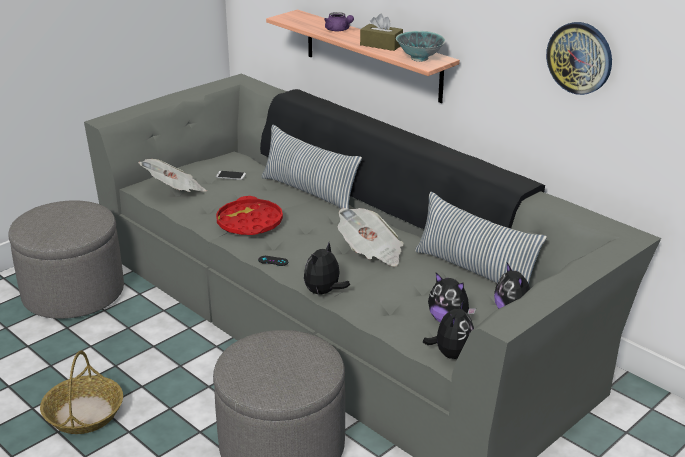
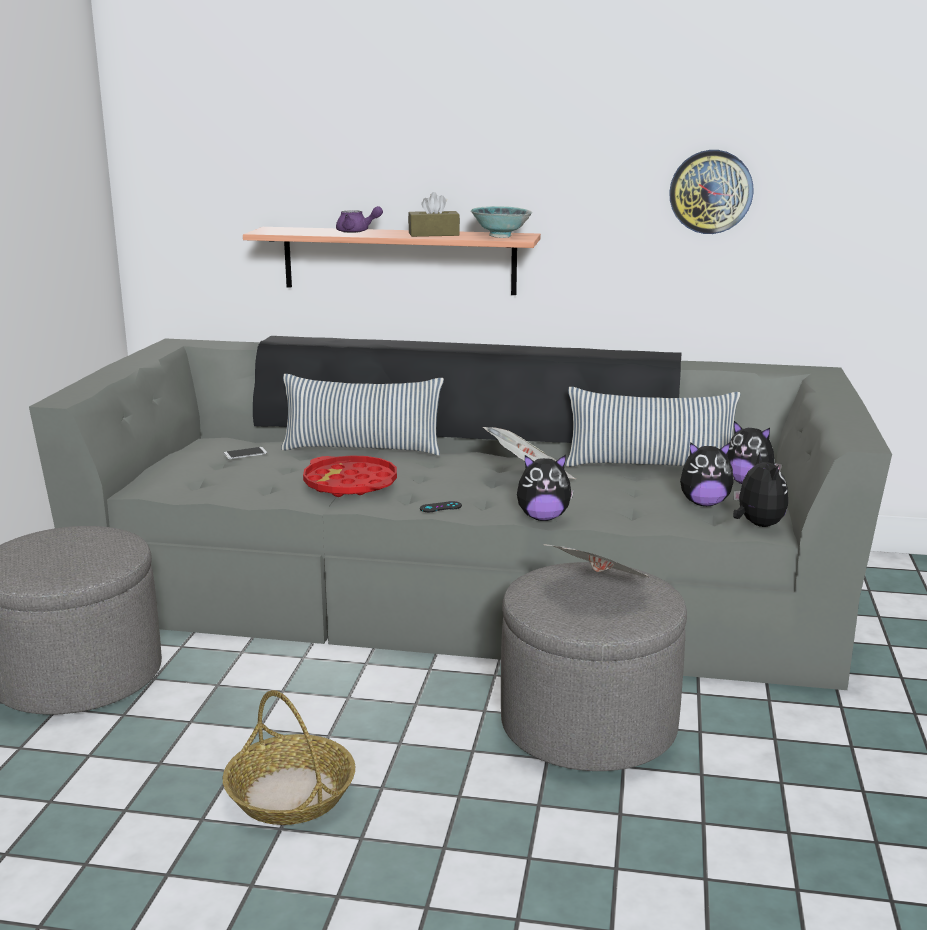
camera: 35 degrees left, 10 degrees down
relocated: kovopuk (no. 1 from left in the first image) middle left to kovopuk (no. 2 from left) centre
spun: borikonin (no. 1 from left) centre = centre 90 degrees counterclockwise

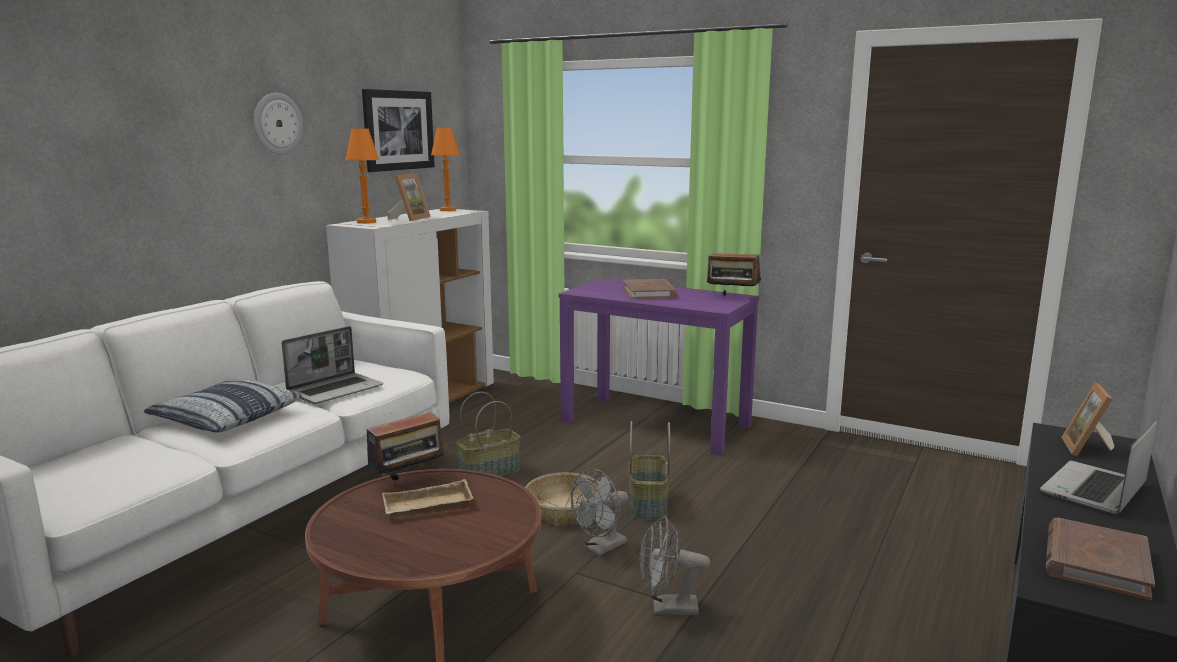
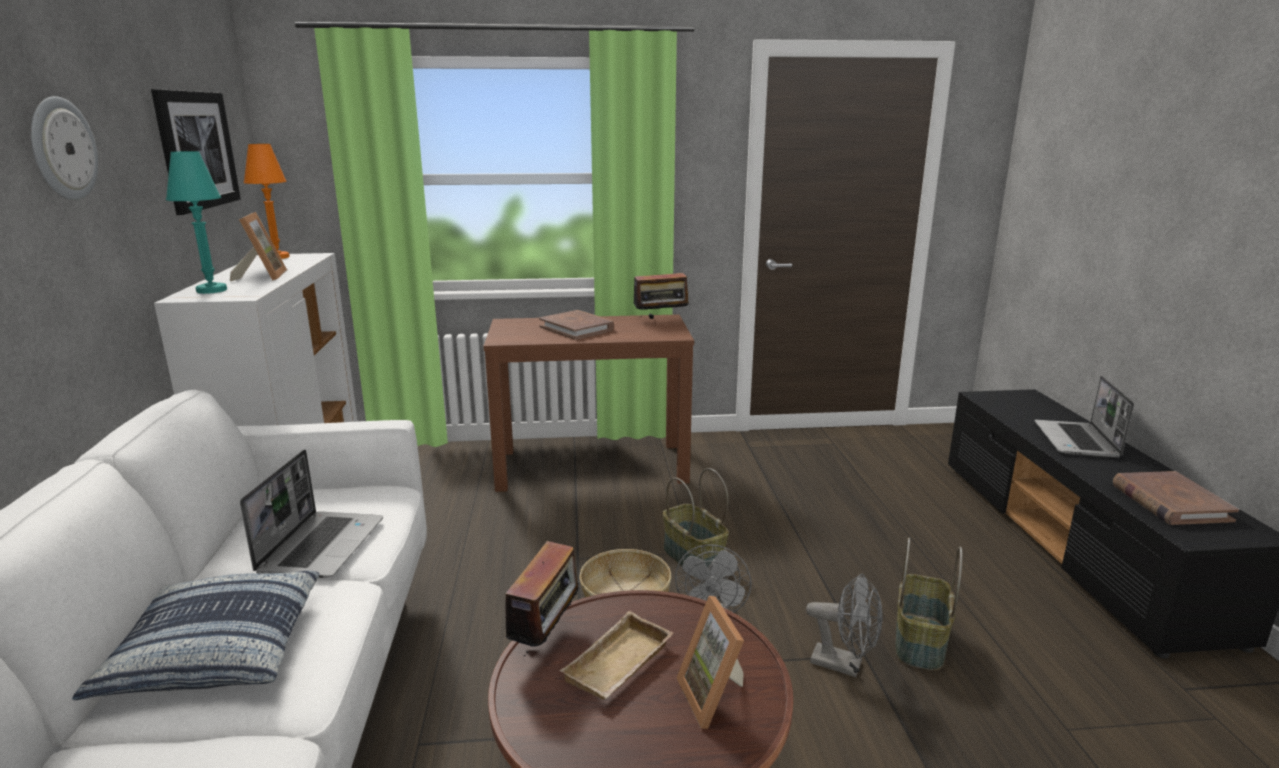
camera: 35 degrees left, 5 degrees up
relocated: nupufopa (no. 2 from left) middle right to bottom centre; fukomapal (no. 1 from left in the first image) centre to fukomapal (no. 3 from left) bottom right
colour: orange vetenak (no. 1 from left) top left to turquoise vetenak top left; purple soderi centre to brown soderi centre
spun: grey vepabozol (no. 2 from left) bottom centre = bottom centre 120 degrees counterclockwise

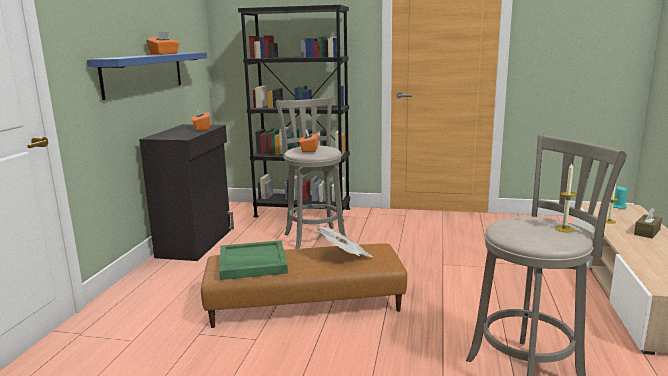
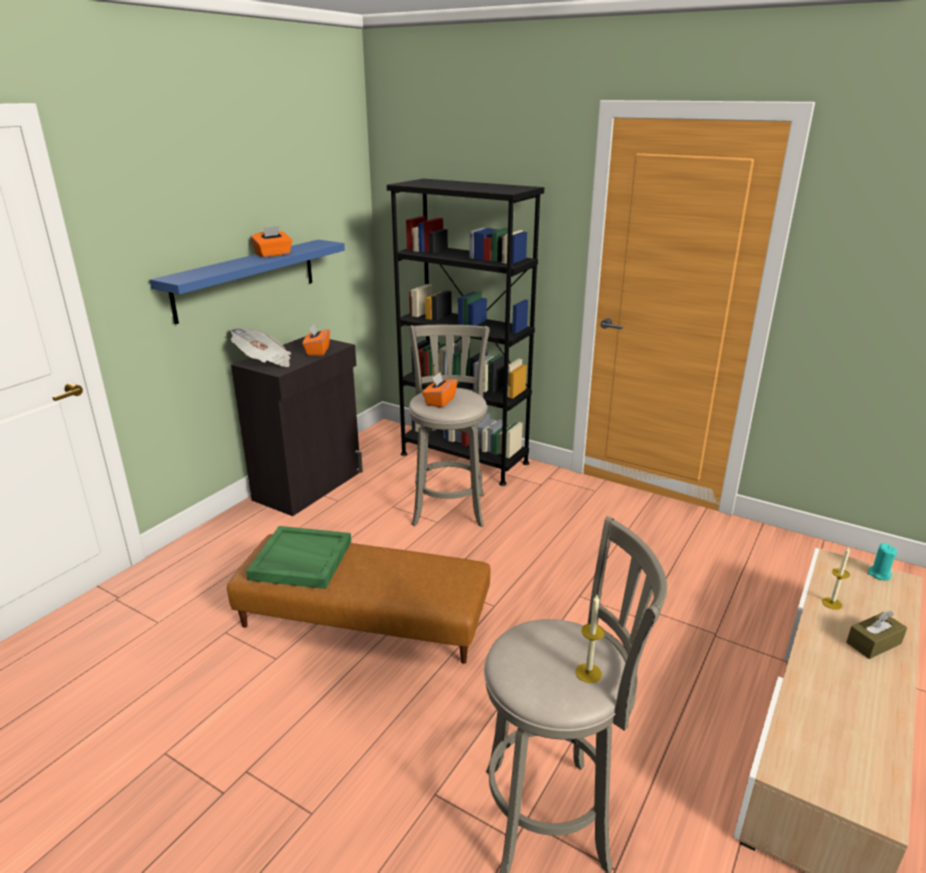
camera: 20 degrees right, 10 degrees up
relocated: kovopuk centre to middle left

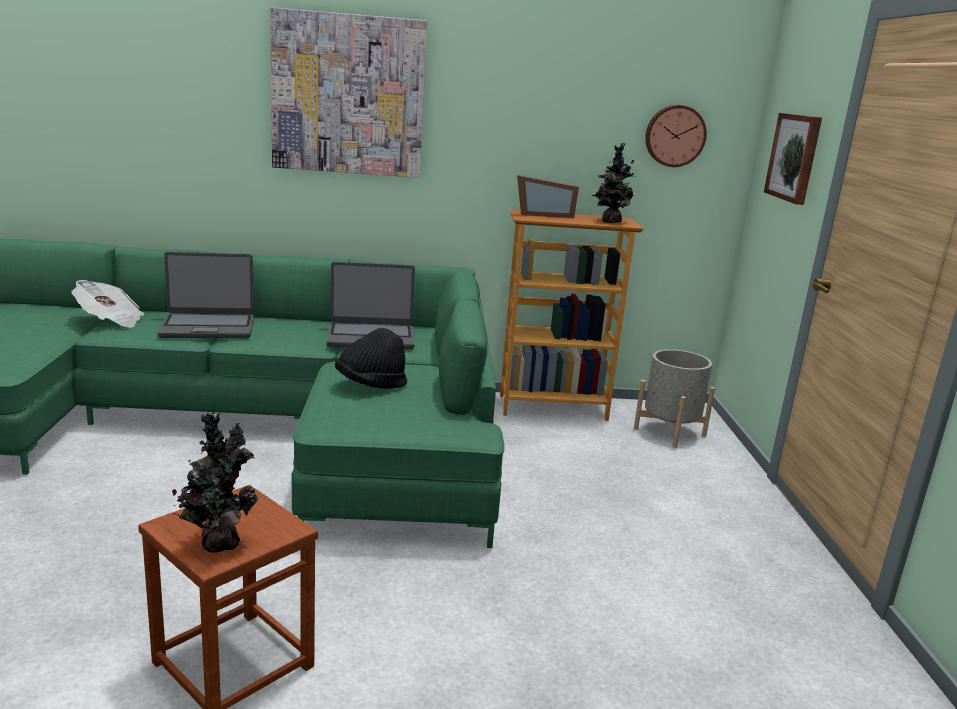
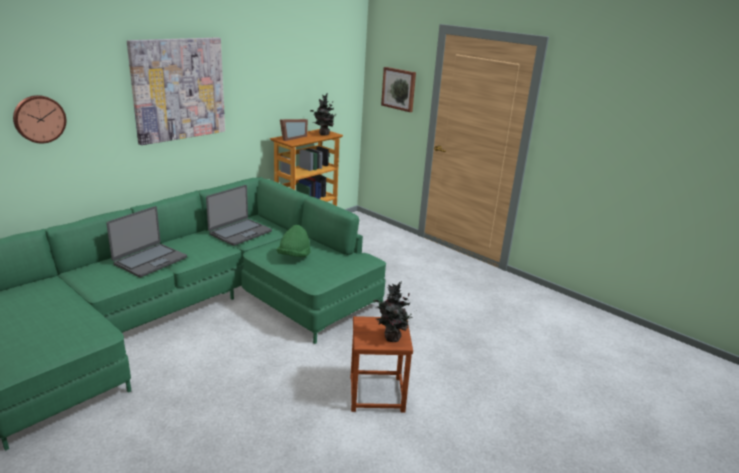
camera: 45 degrees left, 5 degrees up
missing: kovopuk middle left; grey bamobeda middle right
relocated: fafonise top right to top left
colour: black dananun centre to green dananun centre

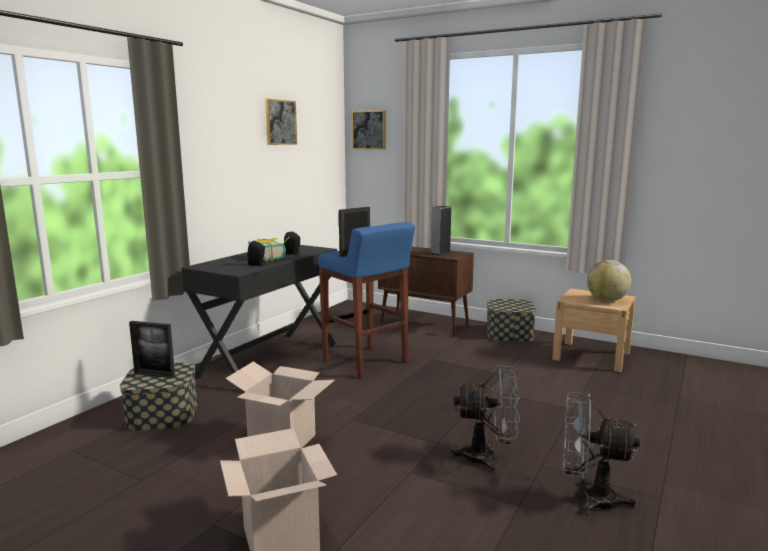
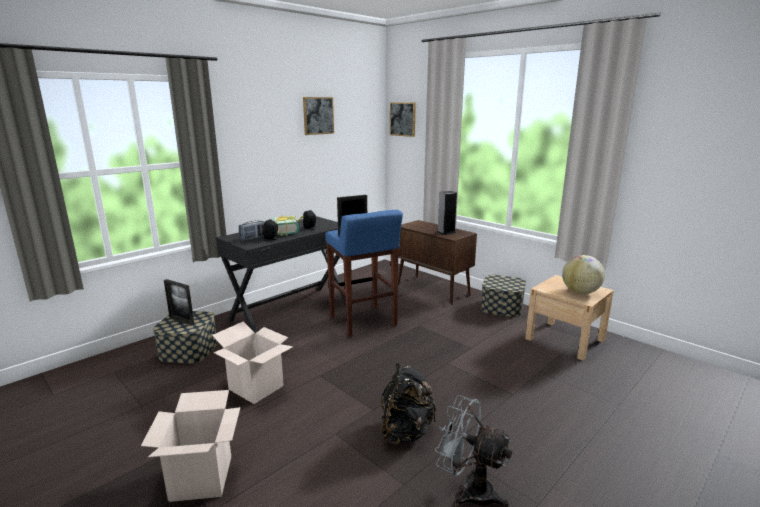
camera: 15 degrees right, 5 degrees up
appeared: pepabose middle left
exchanged: grey vepabozol (no. 1 from left) bottom centre to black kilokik bottom centre

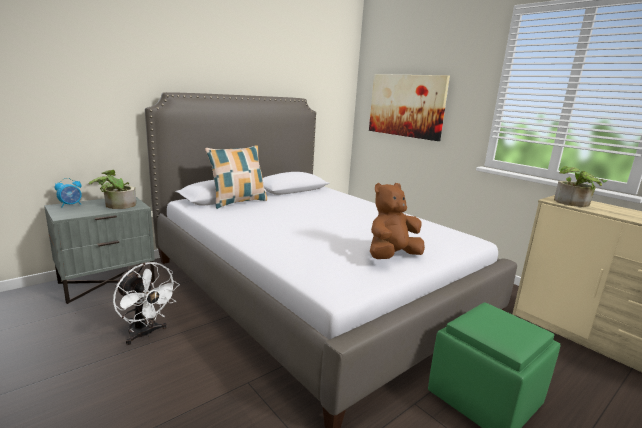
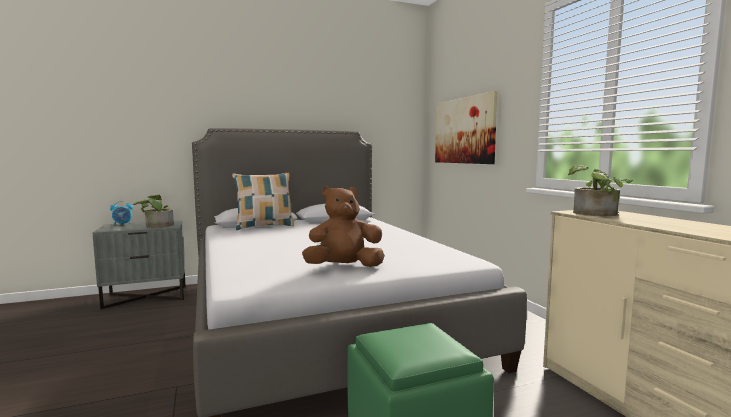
camera: 20 degrees right, 10 degrees down
missing: white vepabozol bottom left

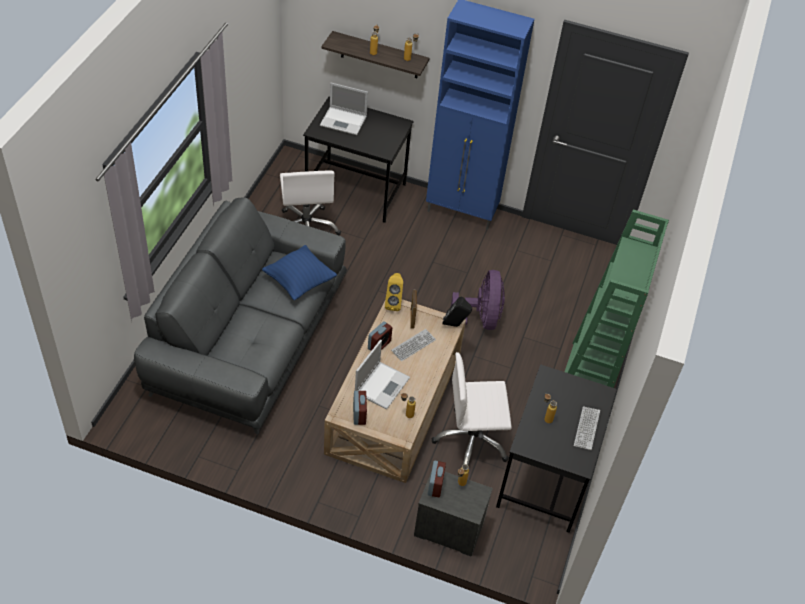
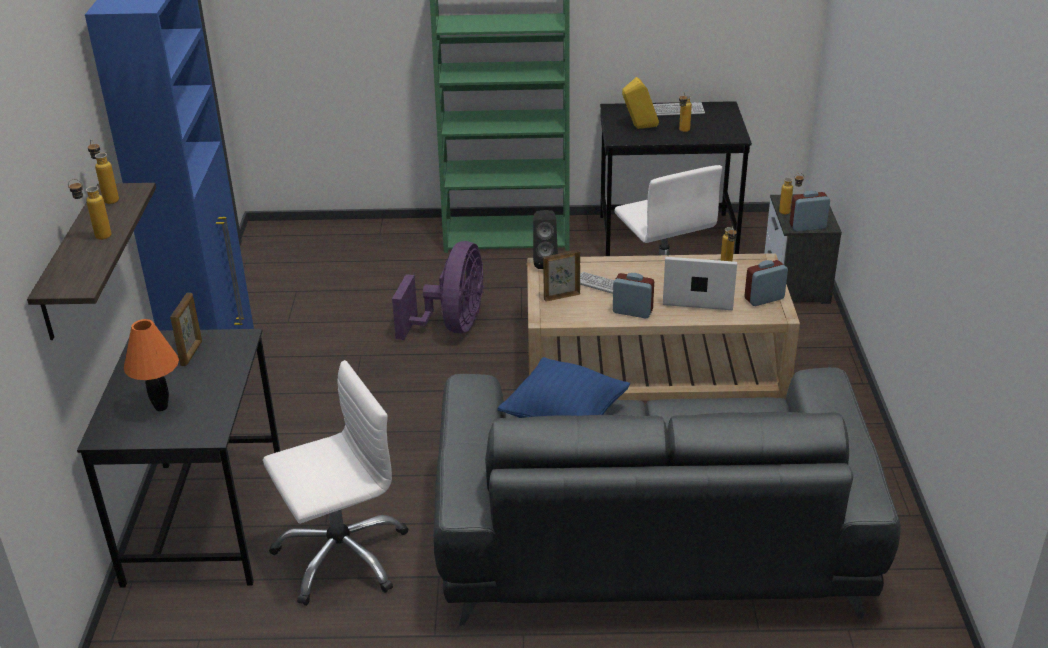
camera: 105 degrees left, 15 degrees down
appeared: nupufopa (no. 1 from left) middle left
relocated: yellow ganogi centre to top centre
exchanged: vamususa (no. 1 from left) top centre to orange vetenak middle left
spun: purple vepabozol centre = centre 120 degrees clockwise

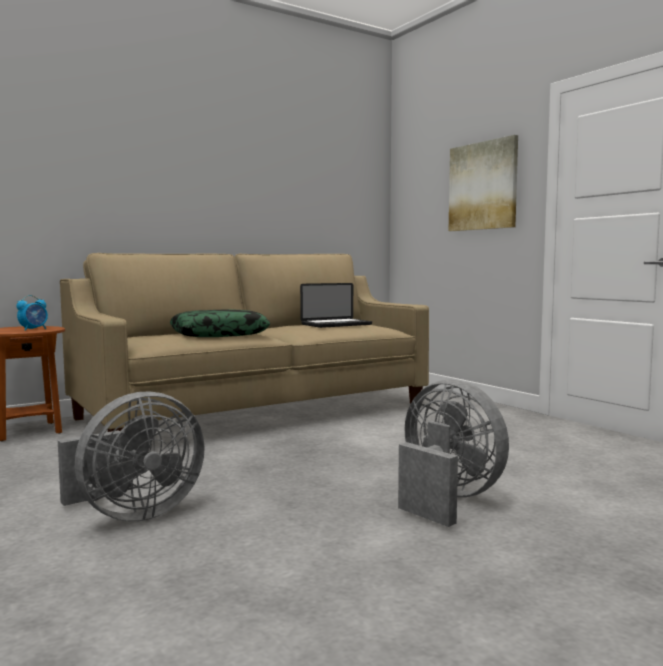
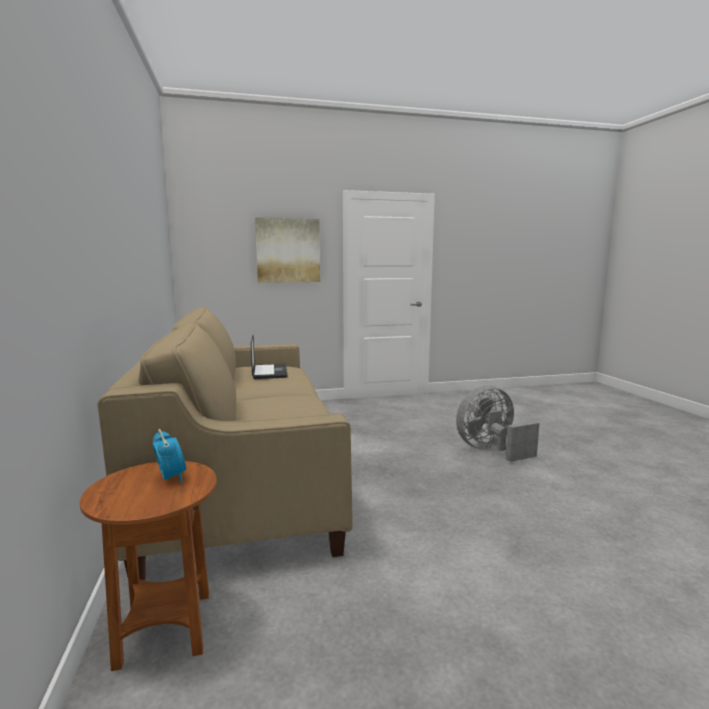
camera: 70 degrees left, 5 degrees up
missing: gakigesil middle left; grey vepabozol (no. 1 from left) bottom left

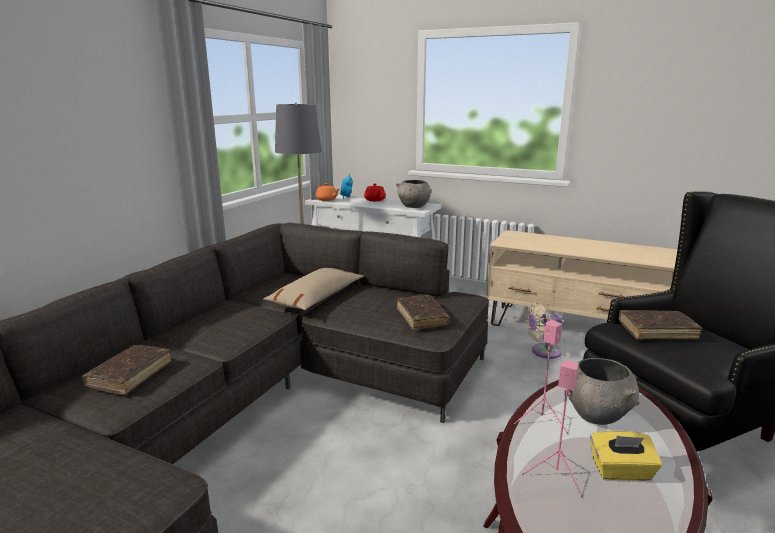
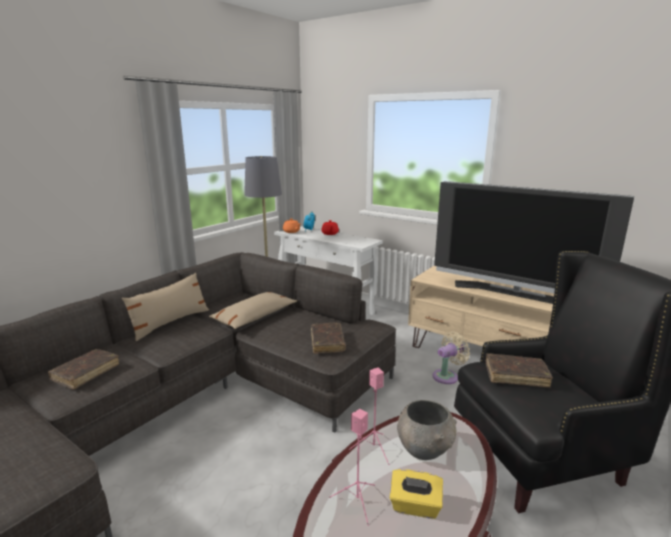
camera: 10 degrees right, 0 degrees up
missing: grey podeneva (no. 1 from left) centre
appeared: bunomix middle right; beige gakigesil (no. 1 from left) middle left
spun: beige vepabozol middle right = bottom right 150 degrees clockwise

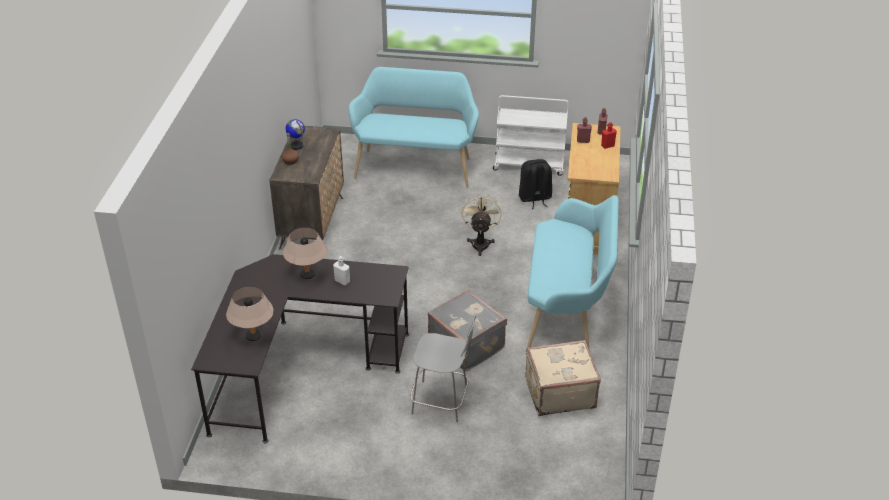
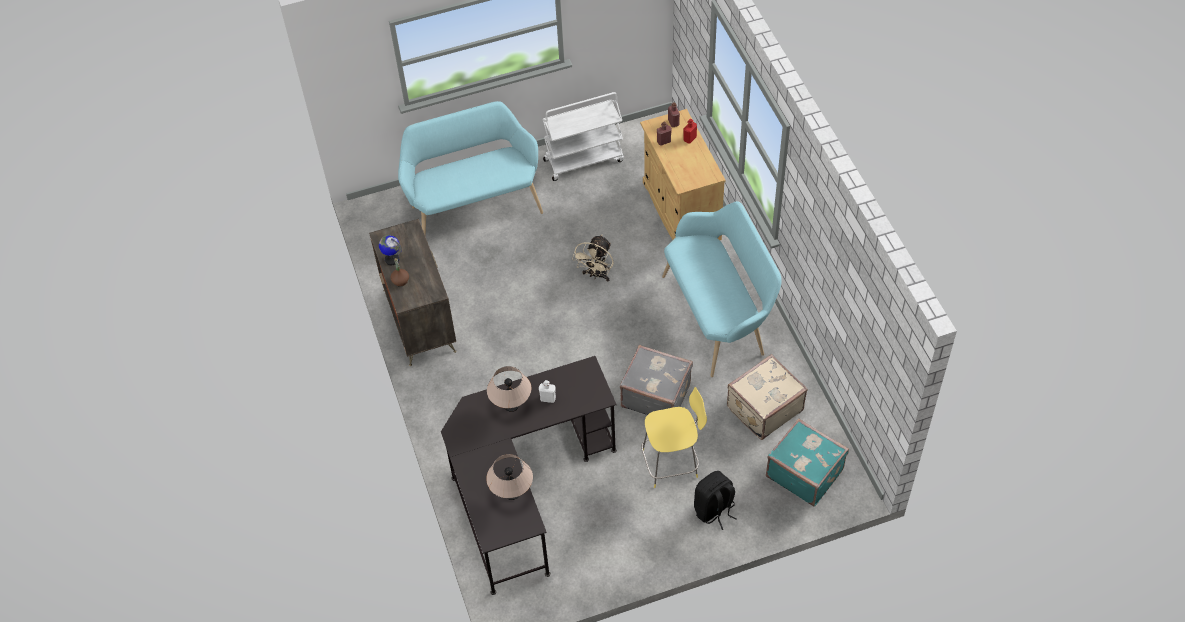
camera: 25 degrees left, 15 degrees up
appeared: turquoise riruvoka bottom right
relocated: black kilokik centre to bottom centre
colour: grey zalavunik bottom centre to yellow zalavunik bottom centre
spun: beige vepabozol centre = centre 135 degrees counterclockwise

